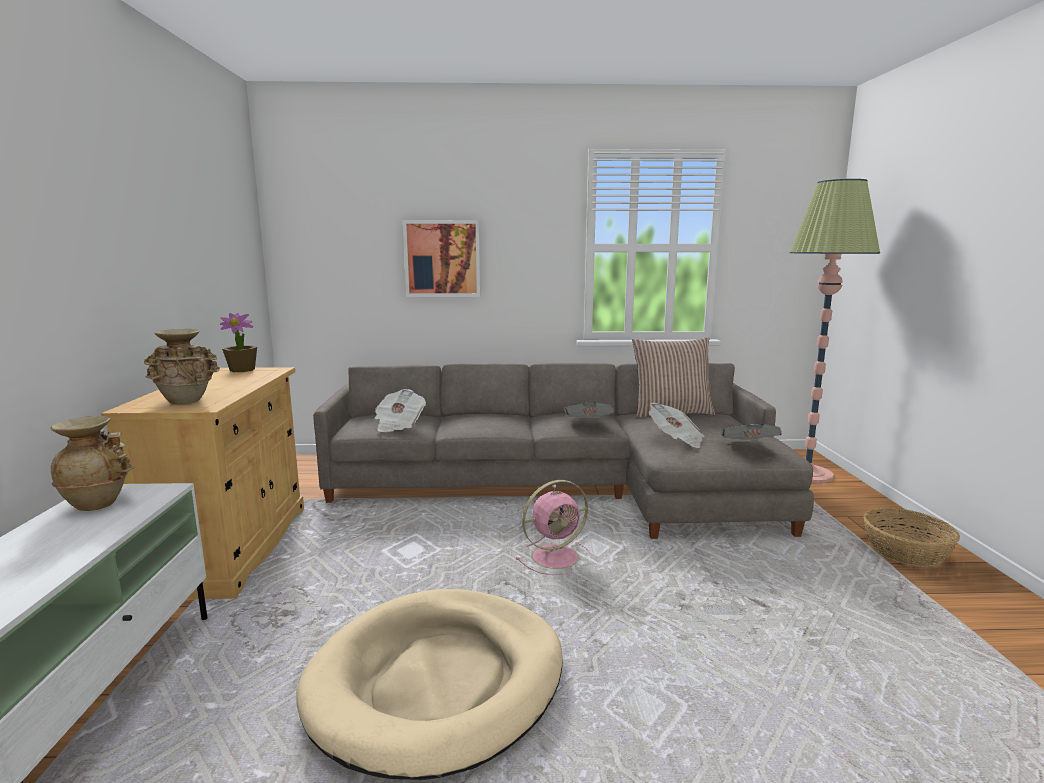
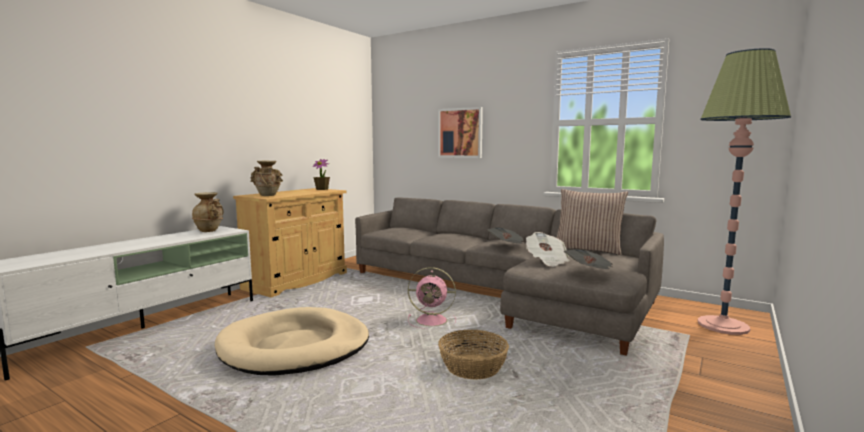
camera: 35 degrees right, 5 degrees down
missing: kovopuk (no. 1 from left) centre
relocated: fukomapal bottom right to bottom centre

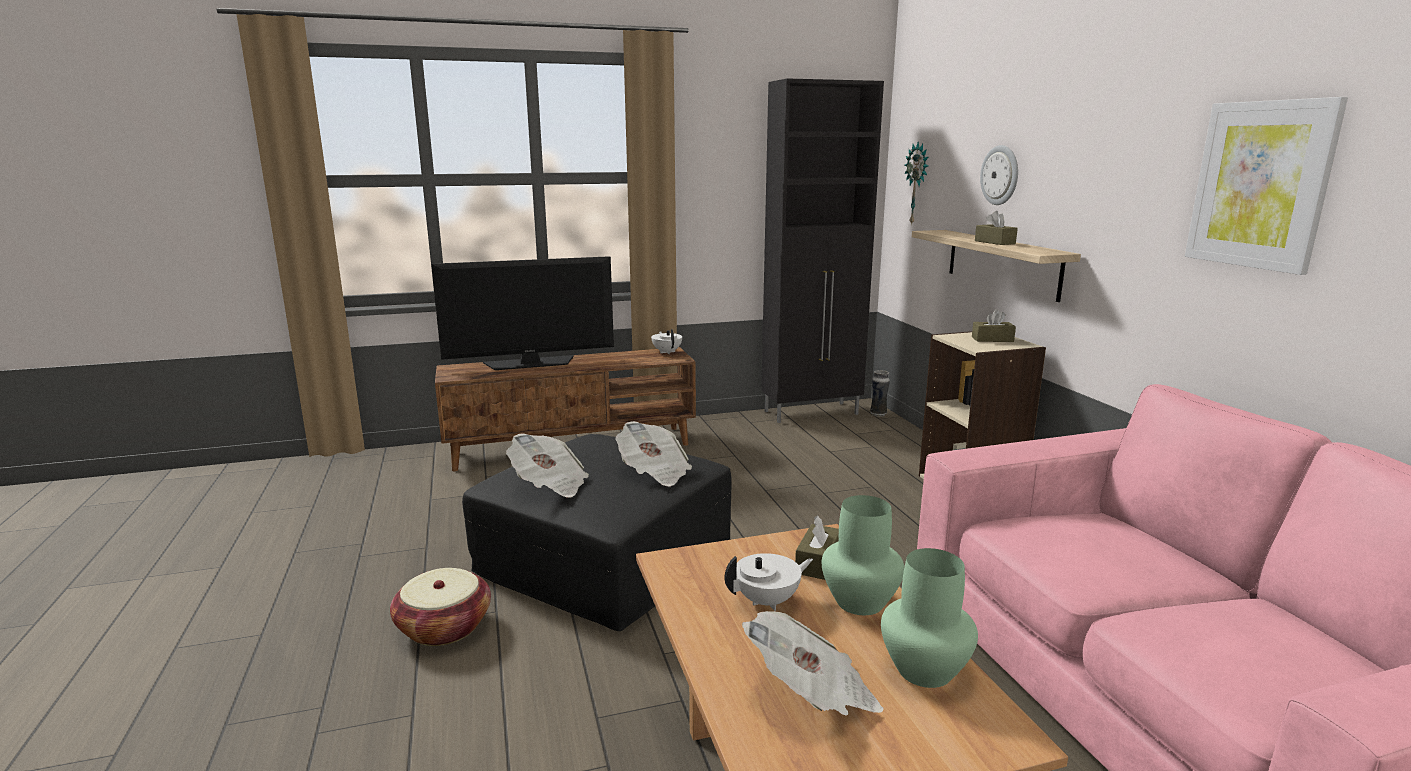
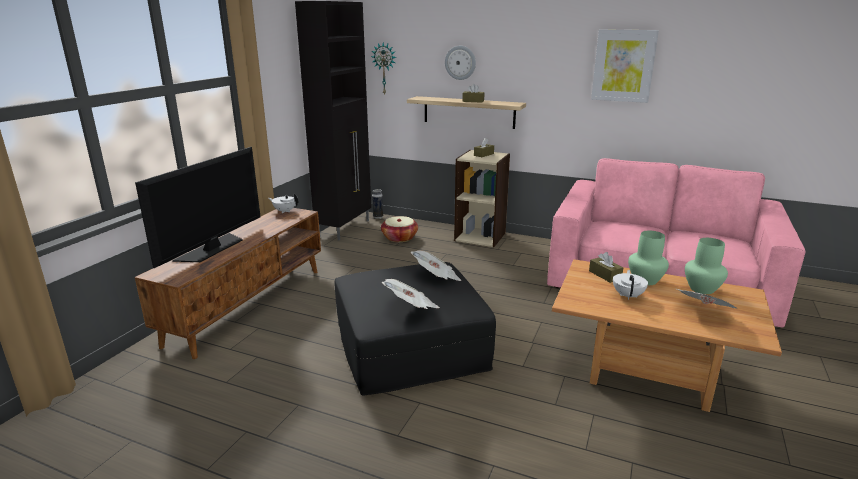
camera: 50 degrees left, 5 degrees up
relocated: fukomapal bottom left to centre

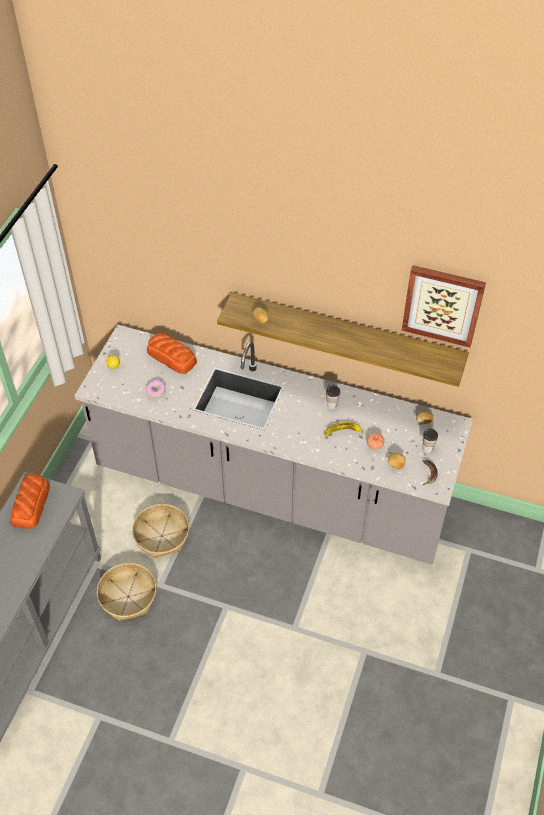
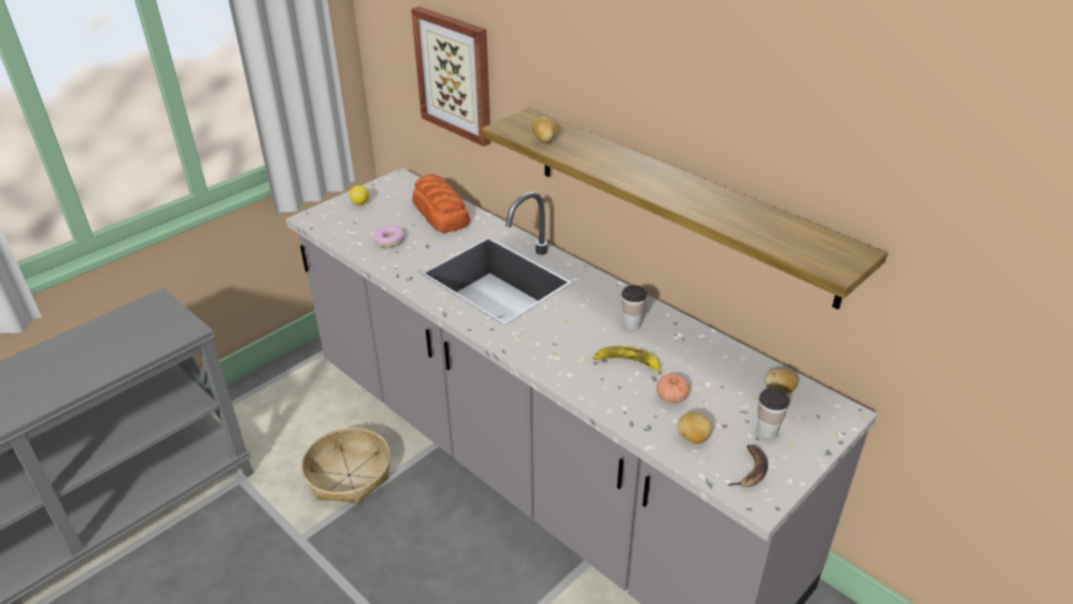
camera: 25 degrees right, 15 degrees down
missing: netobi (no. 1 from left) middle left; fukomapal (no. 1 from left) bottom left
relocated: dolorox middle right to top centre

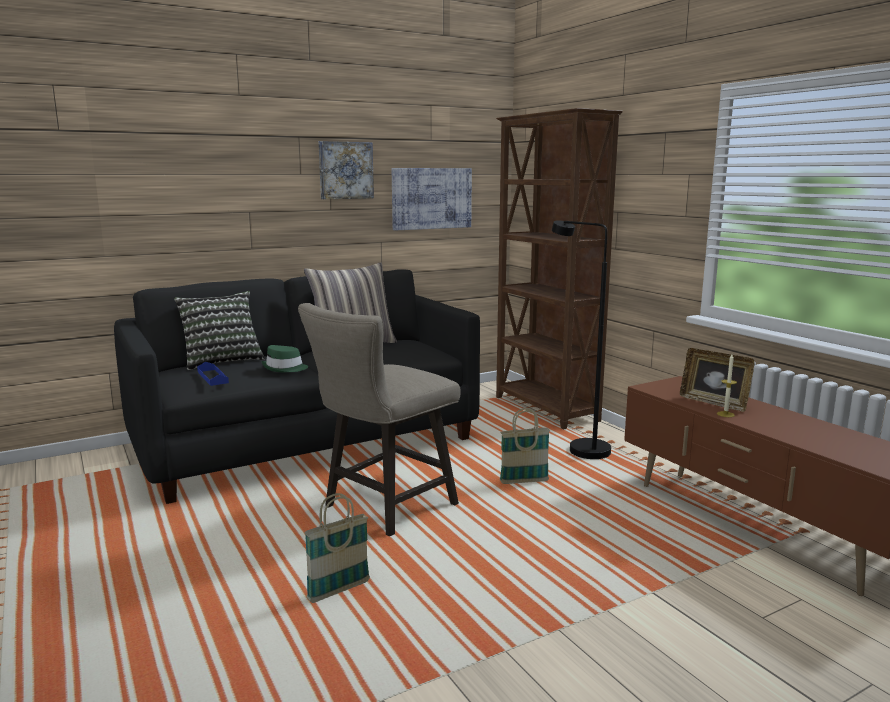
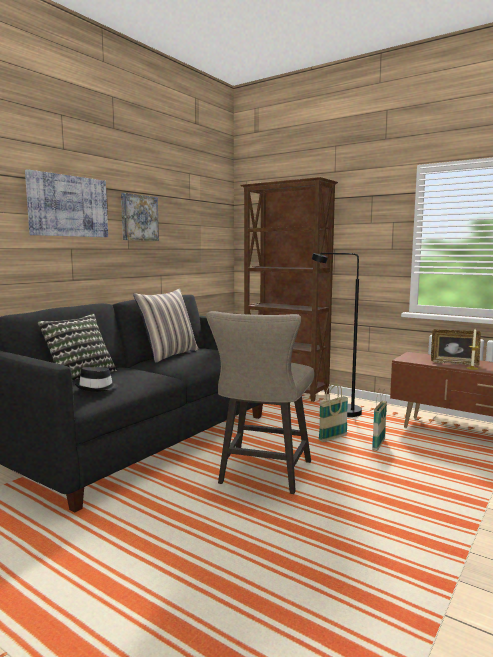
camera: 25 degrees left, 5 degrees down
missing: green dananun middle left
relocated: dolorox (no. 2 from left in the first image) top centre to dolorox (no. 1 from left) top left; fukomapal (no. 1 from left in the first image) bottom centre to fukomapal (no. 2 from left) middle right
exchanged: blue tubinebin middle left to black dananun middle left

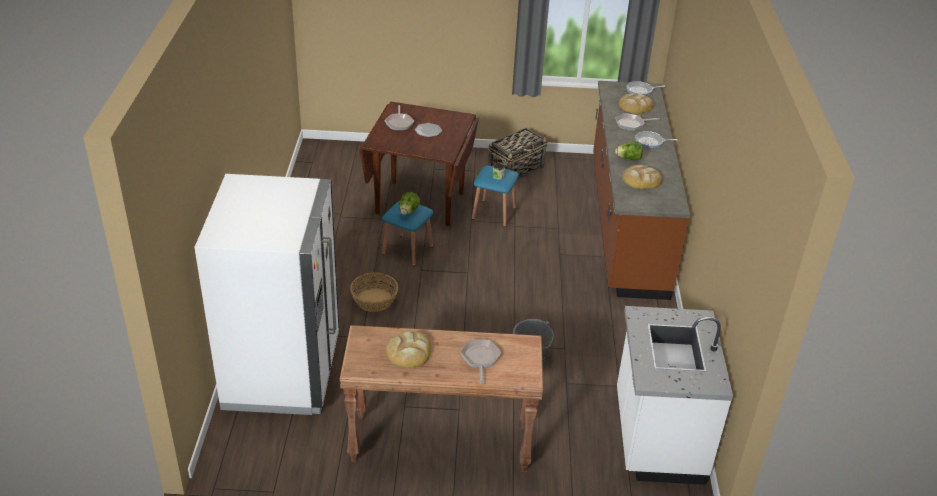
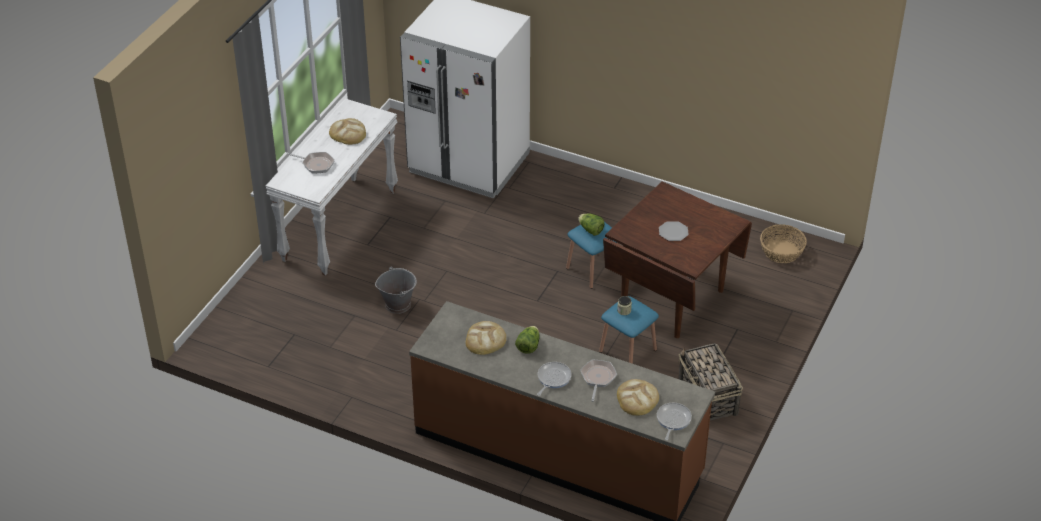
camera: 115 degrees right, 5 degrees up
missing: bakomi (no. 1 from left) top centre; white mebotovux bottom right
relocated: fukomapal (no. 1 from left in the first image) centre to fukomapal (no. 2 from left) middle right
colour: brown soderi bottom centre to white soderi middle left

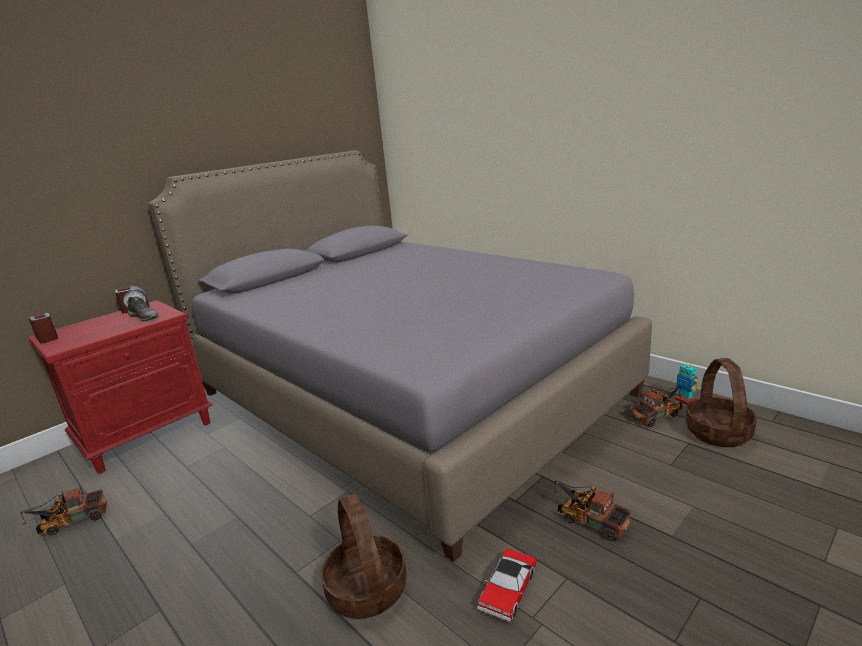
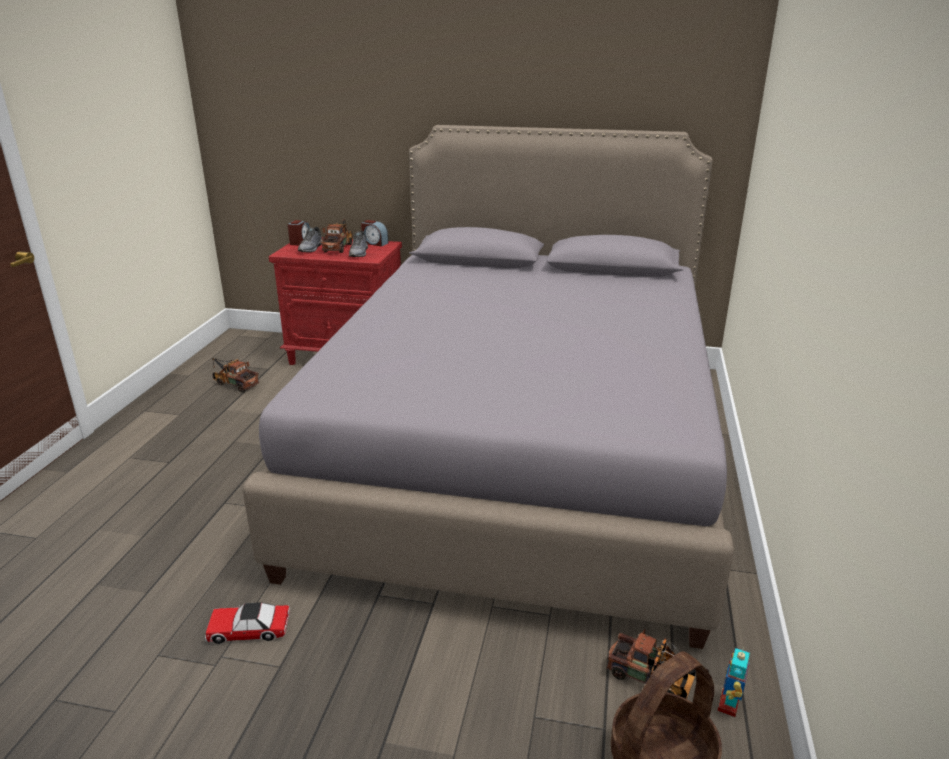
camera: 55 degrees right, 5 degrees up
missing: fukomapal (no. 1 from left) bottom centre
appeared: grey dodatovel (no. 1 from left) top left
relocated: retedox (no. 2 from left) bottom right to top centre

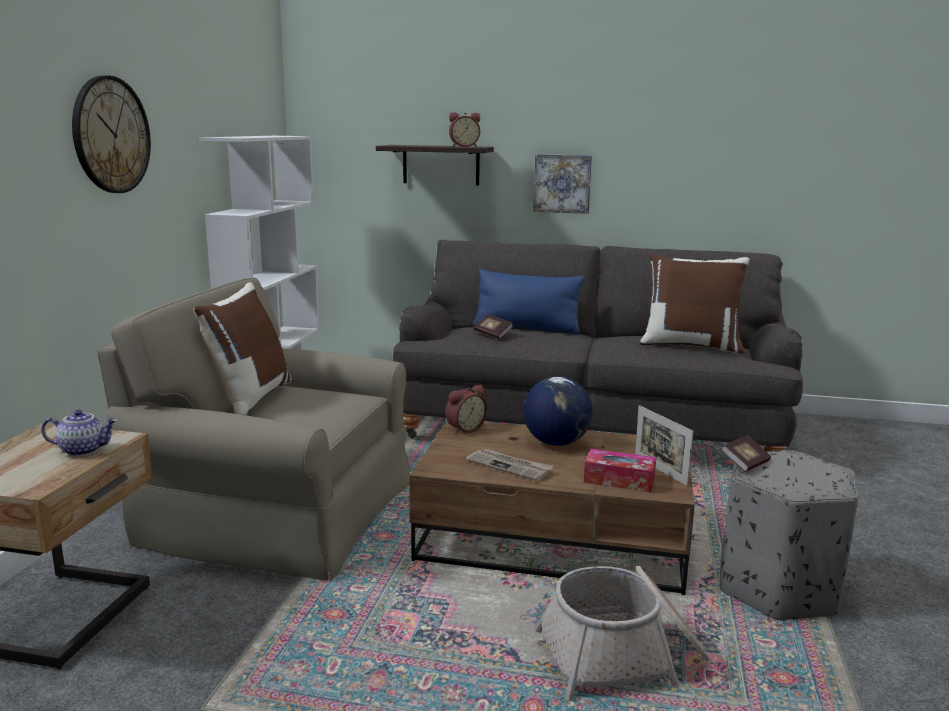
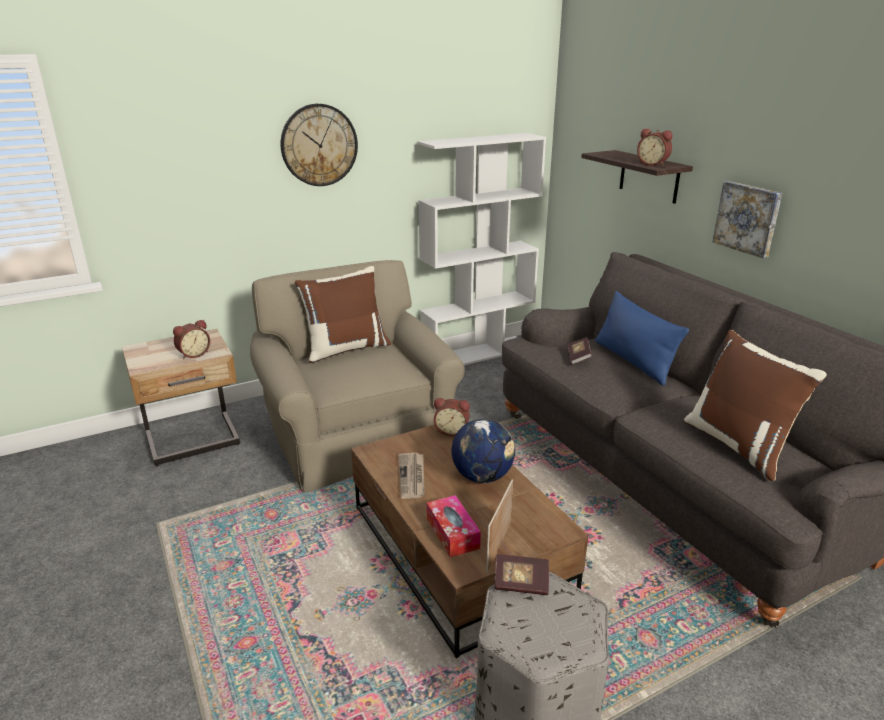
camera: 50 degrees right, 10 degrees up
missing: fukomapal bottom centre
exchanged: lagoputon middle left to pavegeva (no. 1 from left) middle left

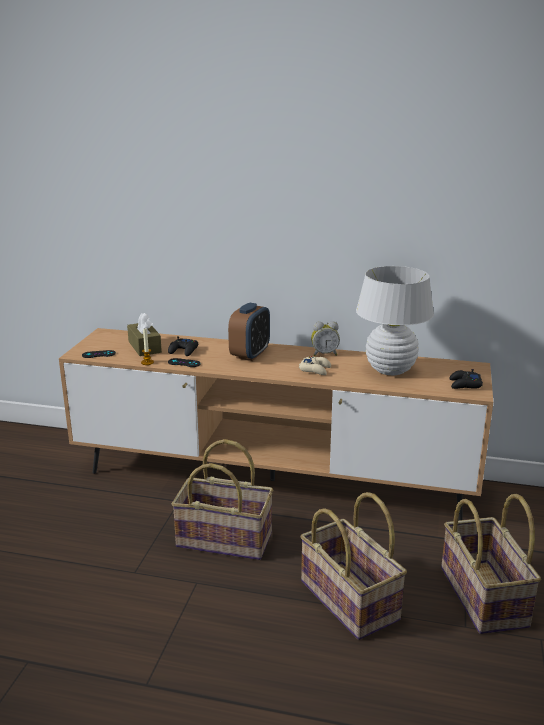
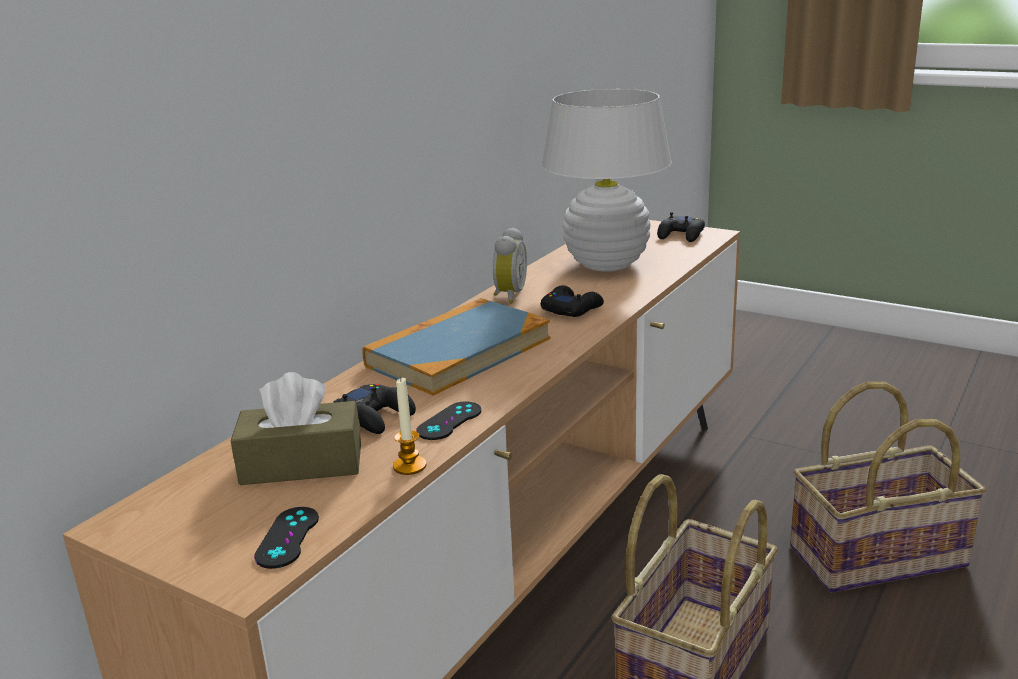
camera: 70 degrees left, 0 degrees up
missing: fukomapal (no. 3 from left) bottom right
exchanged: pavegeva (no. 1 from left) centre to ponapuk centre
colour: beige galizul centre to black galizul (no. 4 from left) centre

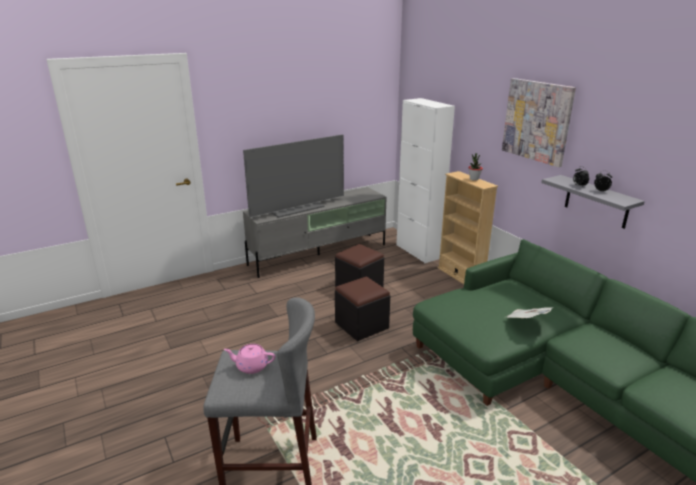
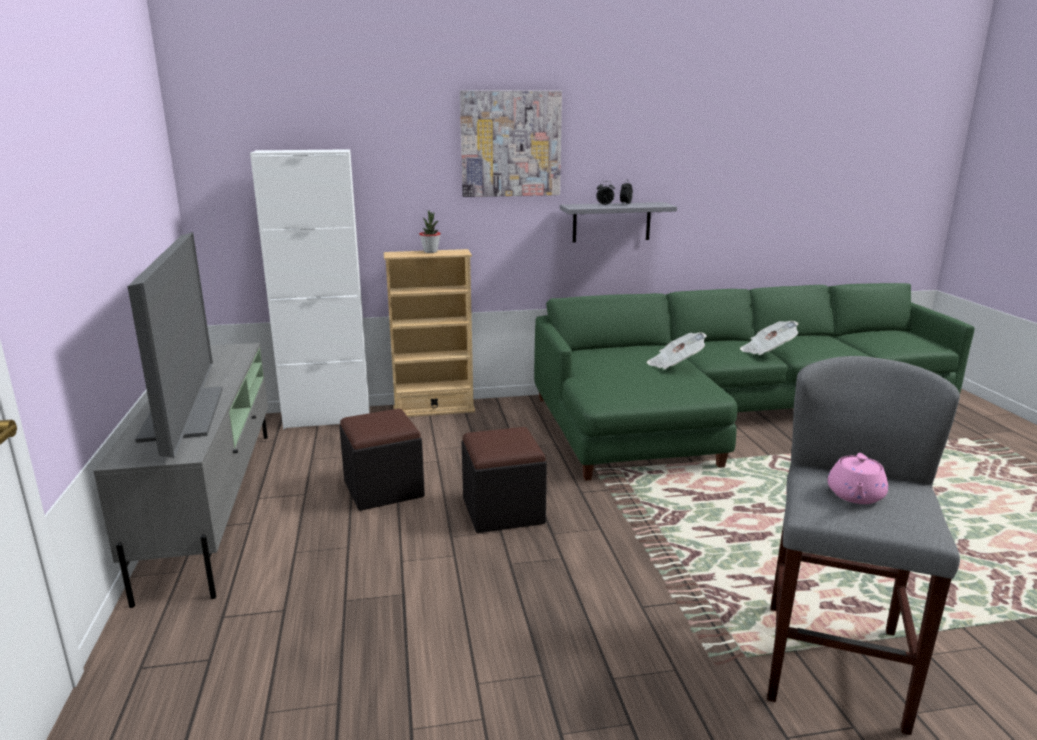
camera: 70 degrees left, 5 degrees down
appeared: kovopuk (no. 2 from left) middle right

